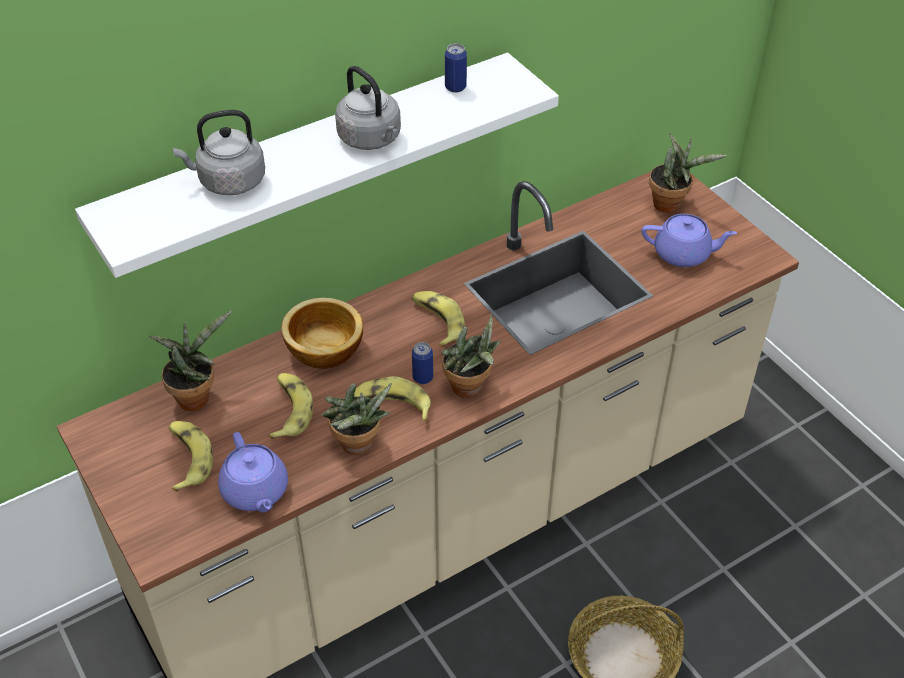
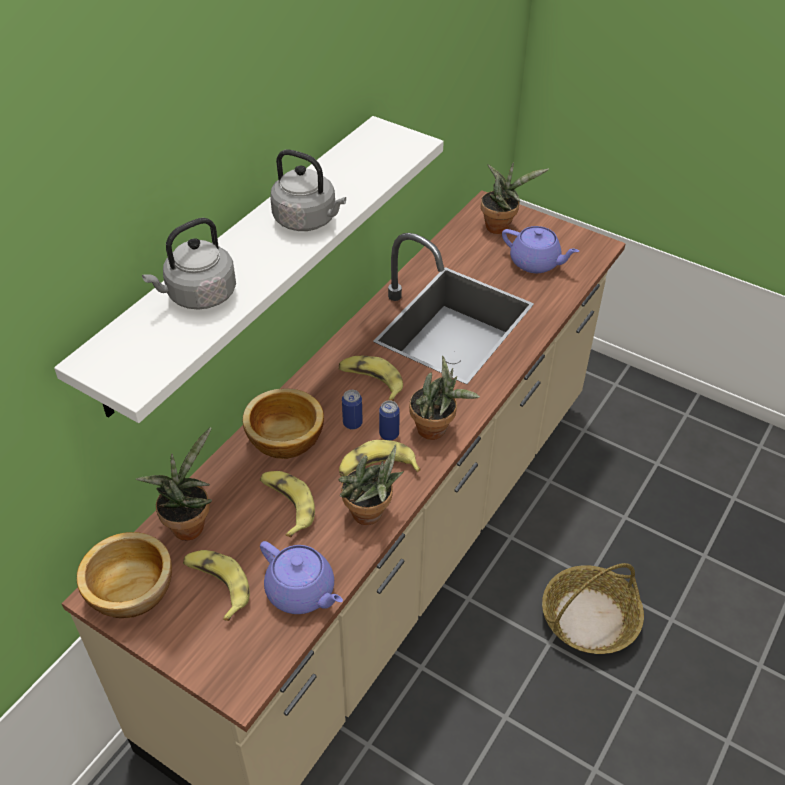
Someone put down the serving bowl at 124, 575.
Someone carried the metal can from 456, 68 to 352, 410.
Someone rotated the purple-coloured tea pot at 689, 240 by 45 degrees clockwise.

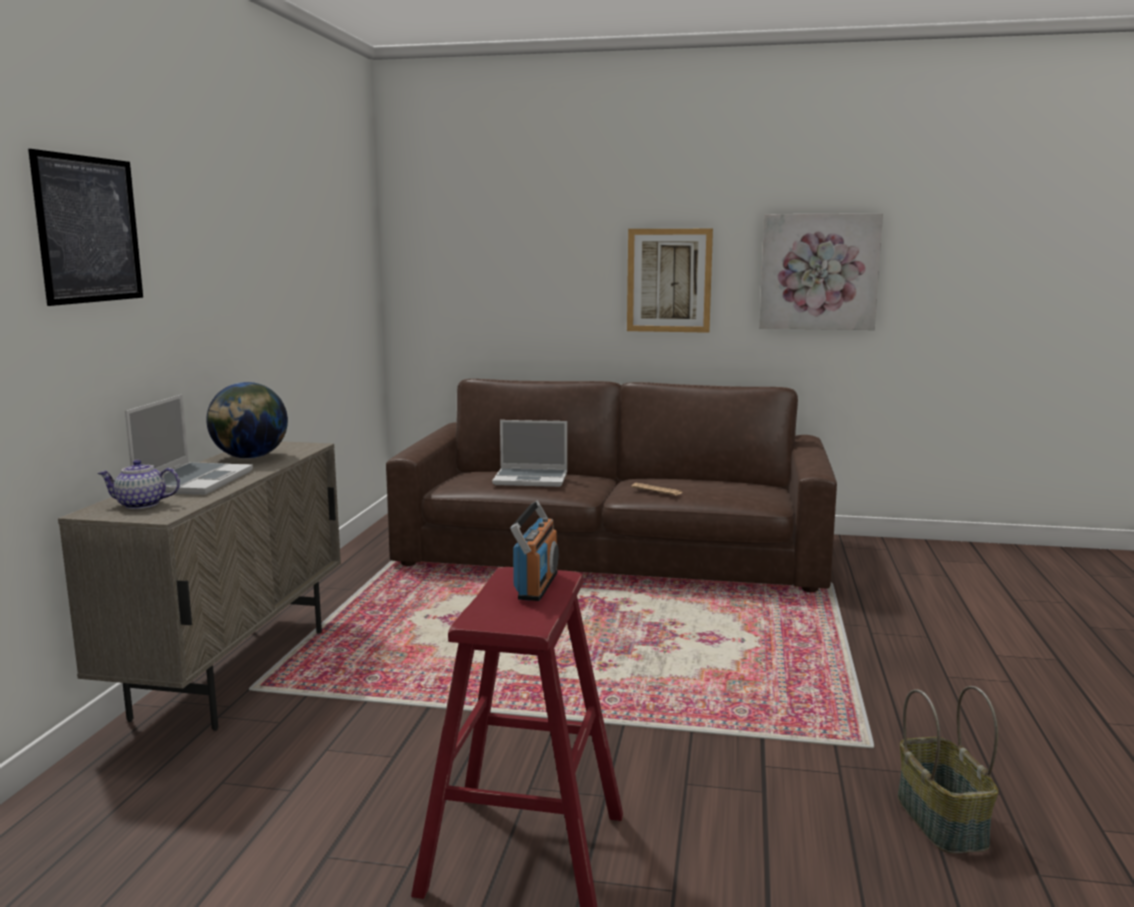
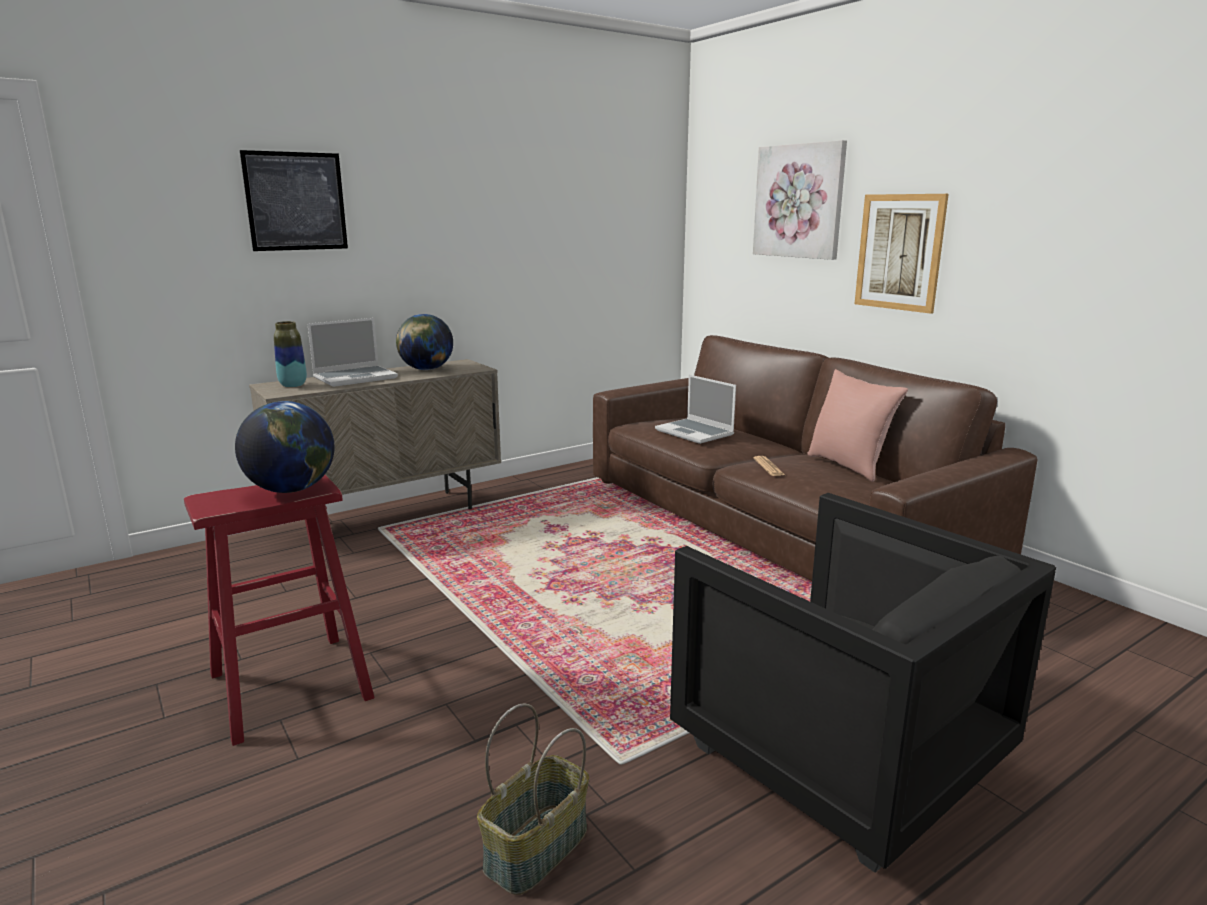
Someone swapped the radio receiver at 534, 551 for the world globe at 285, 447.
Someone swapped the tea pot at 139, 484 for the flower vase at 290, 354.
Someone put down the black armchair at 863, 682.
Someone carried the wall art from 821, 271 to 800, 200.
Someone put down the pinkish cushion at 857, 425.

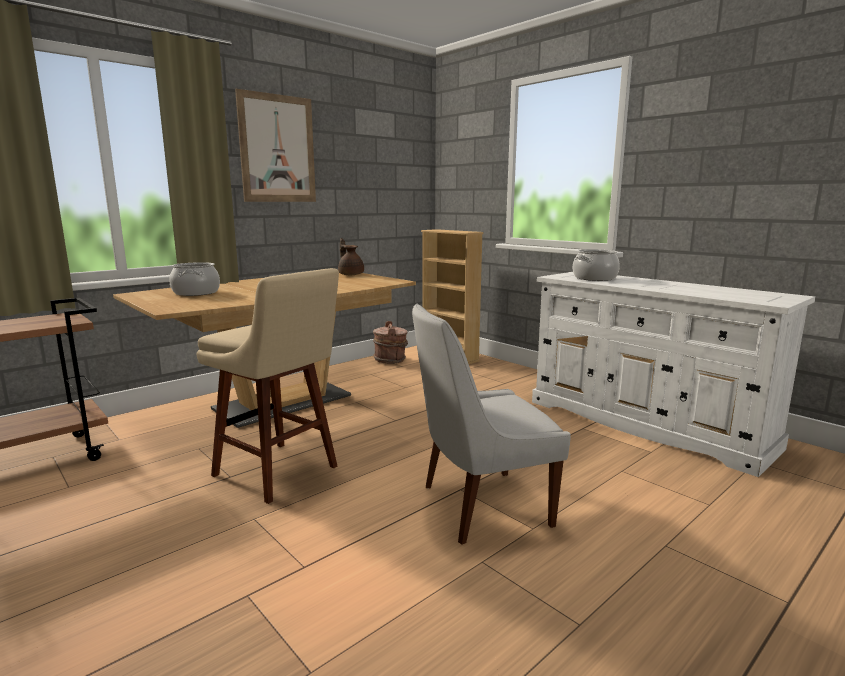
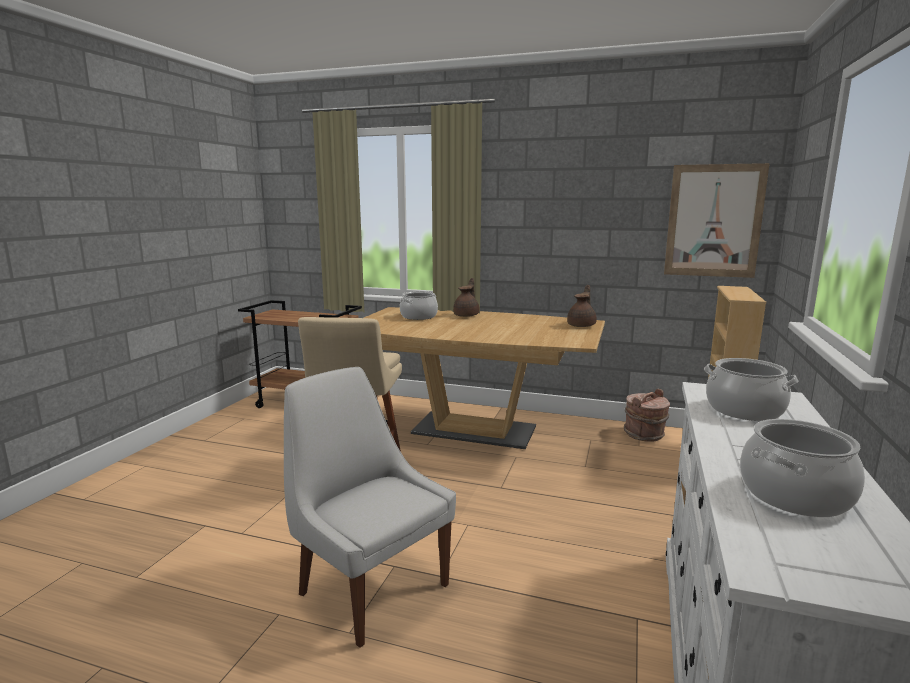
Someone put down the brown-coloured tea pot at 466, 297.
Someone carried the wall art from 275, 145 to 717, 220.
Someone put down the cooking pot at 802, 468.

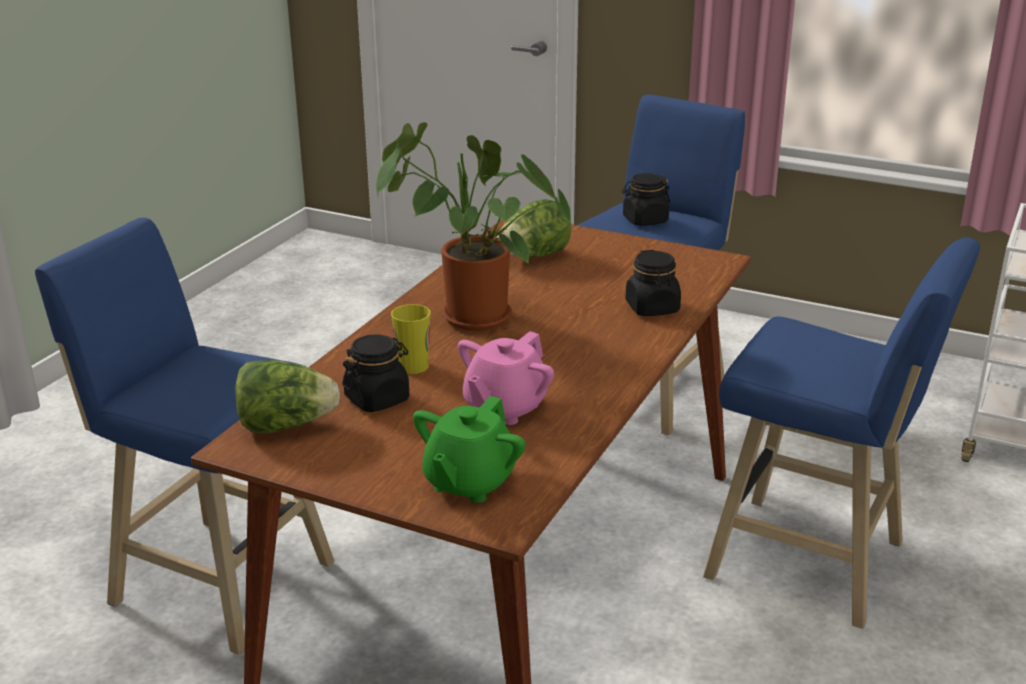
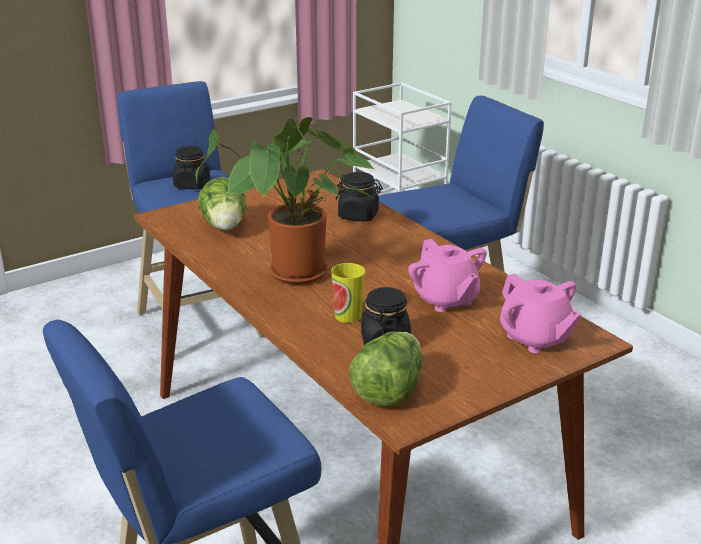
Someone repainted the greenish tea pot at 469, 449, which became the pinkish tea pot at 540, 313.

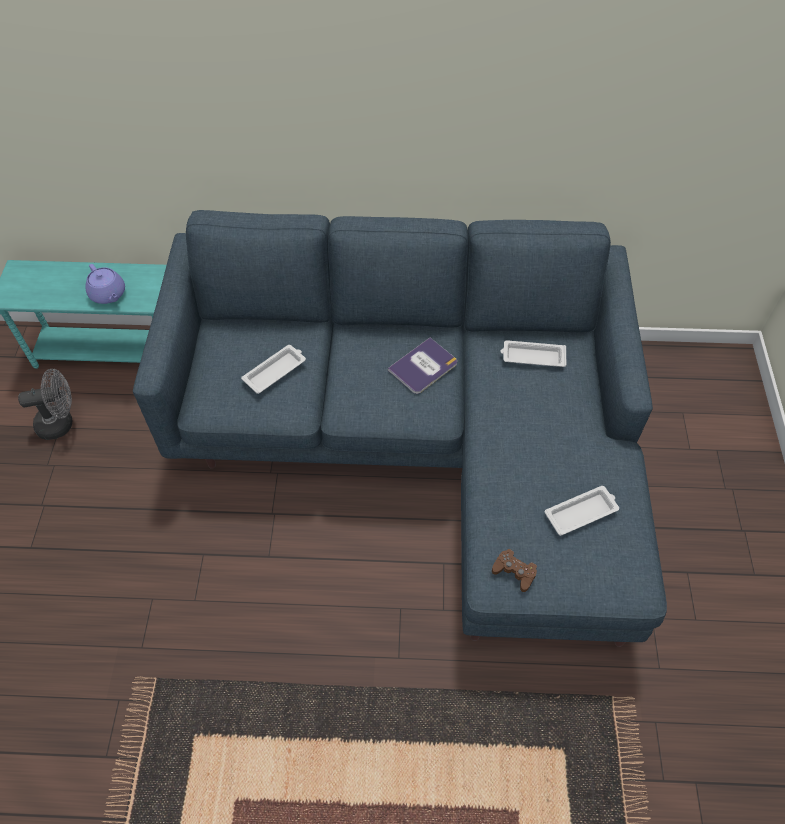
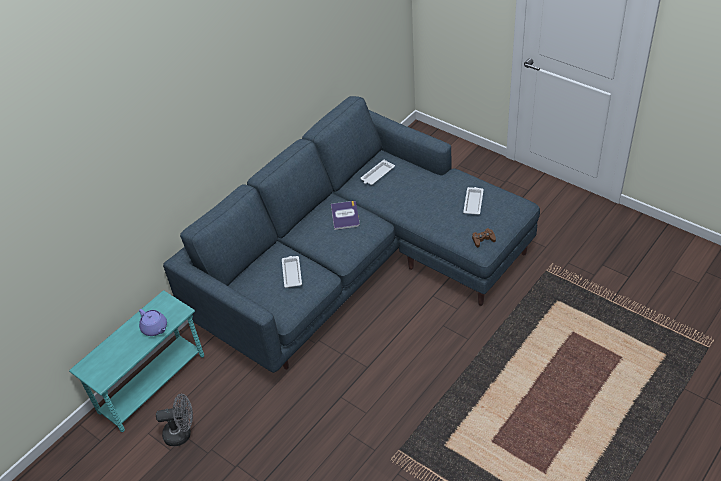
Someone rotated the purple-coloured tea pot at 105, 284 by 45 degrees clockwise.
Someone rotated the grey cooling fan at 45, 404 by 60 degrees clockwise.

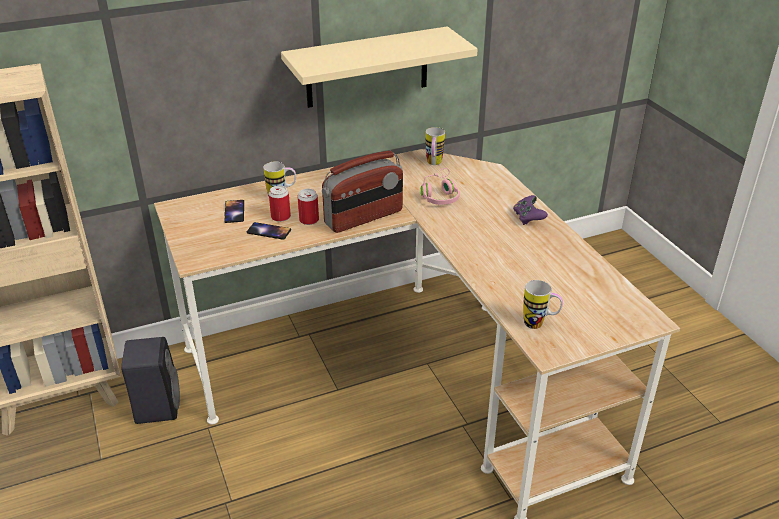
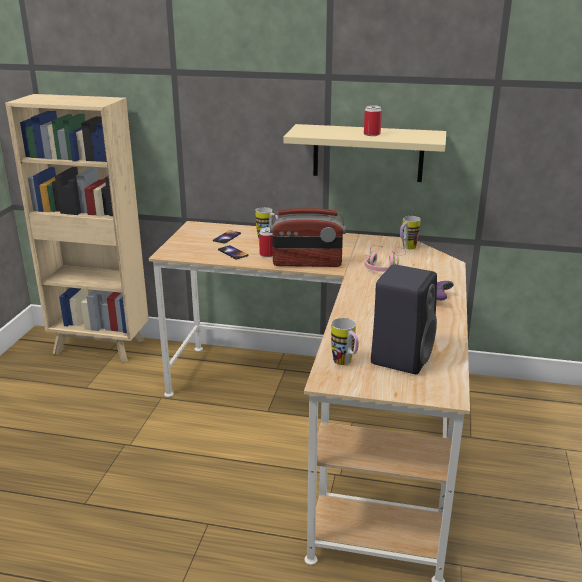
Someone carried the metal can from 280, 203 to 373, 120.
Someone carried the black audio speaker from 150, 380 to 404, 319.

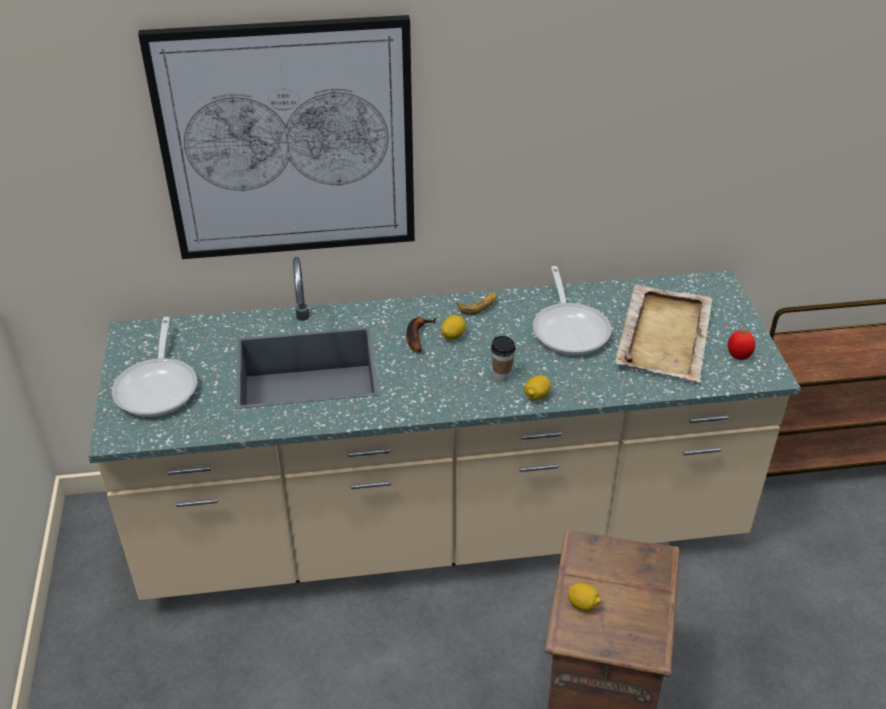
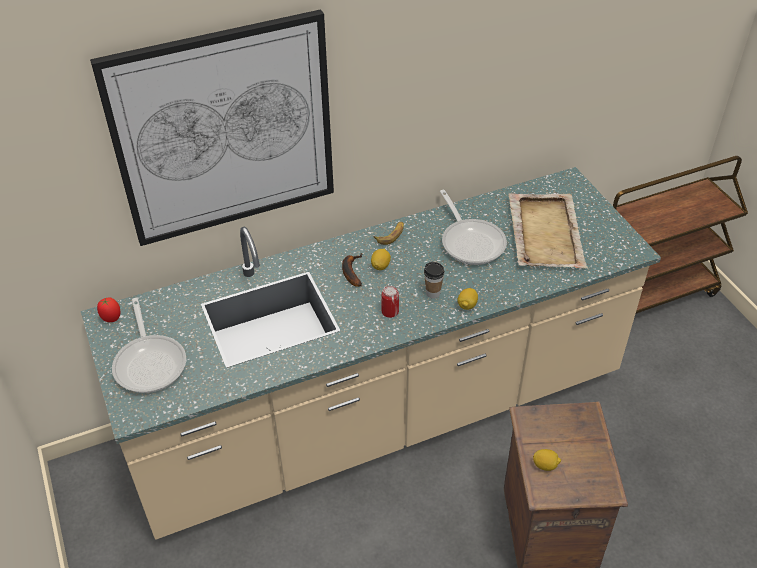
Someone carried the fresh tomato from 741, 345 to 109, 309.
Someone put down the metal can at 390, 302.

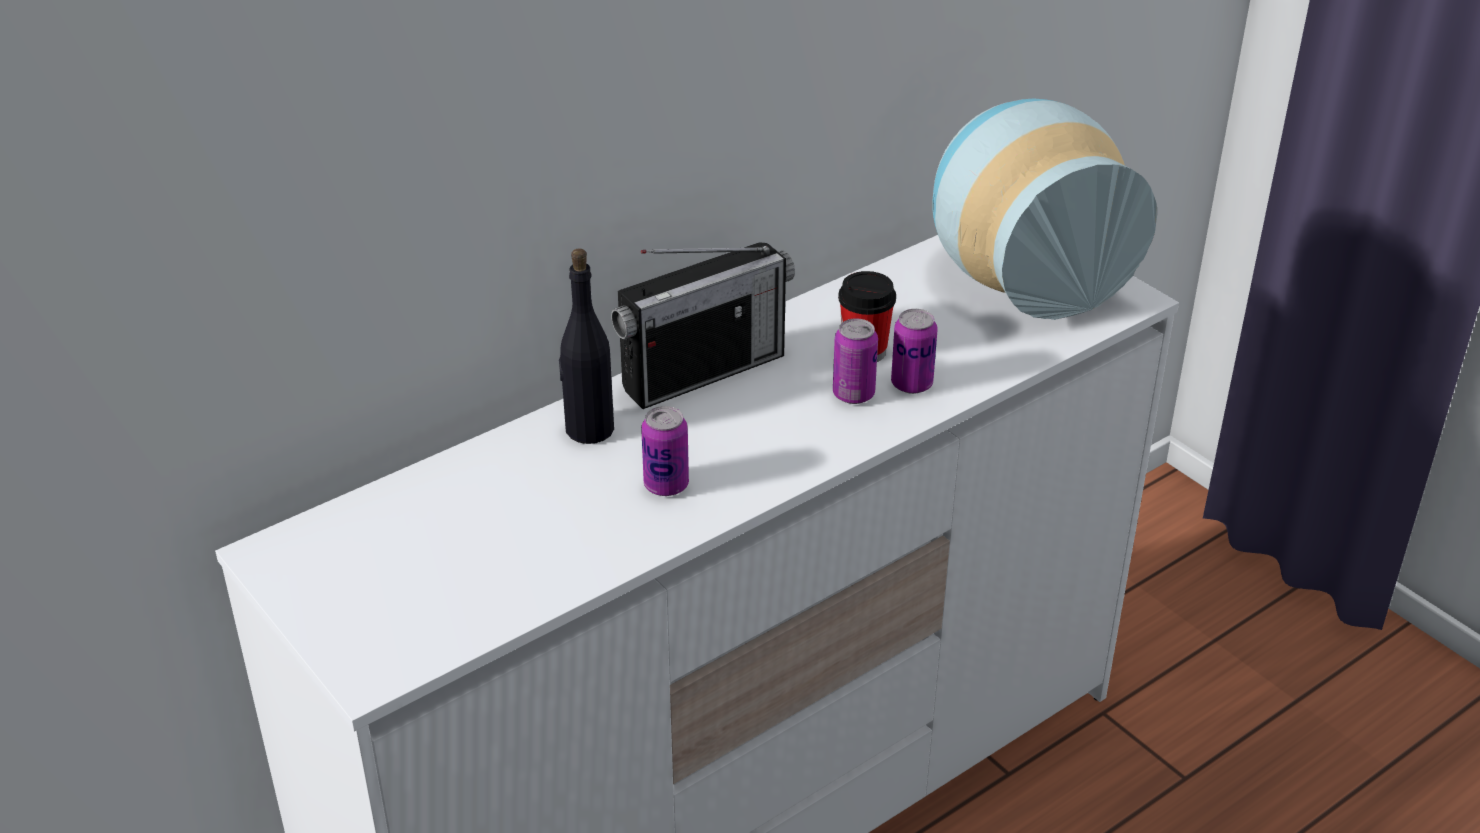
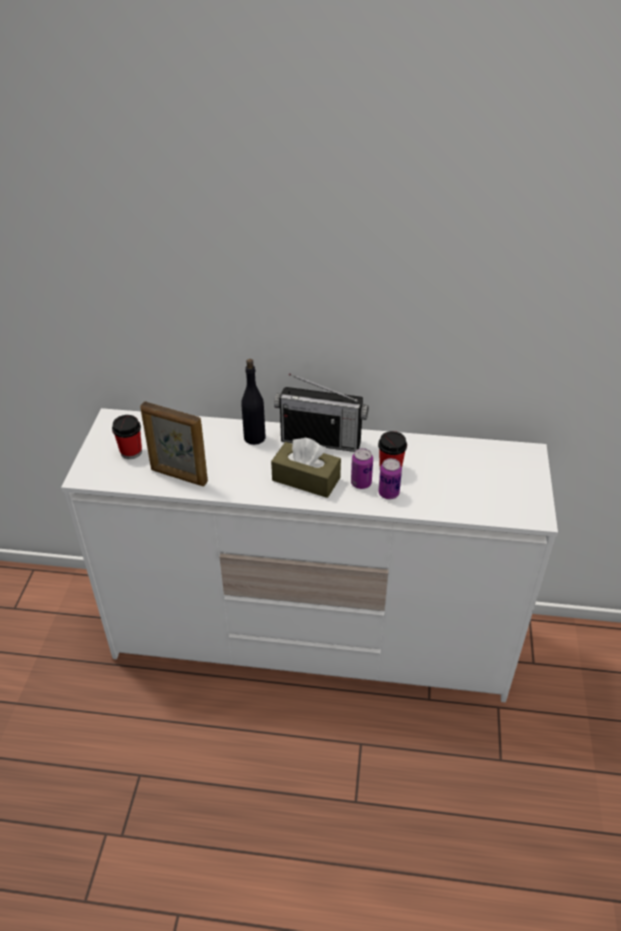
Someone put down the cup at 127, 437.
Someone put down the standing frame at 174, 443.
Someone put down the brown-coloured tissue box at 306, 468.
Someone took away the metal can at 665, 451.
Someone took away the flower vase at 1044, 209.

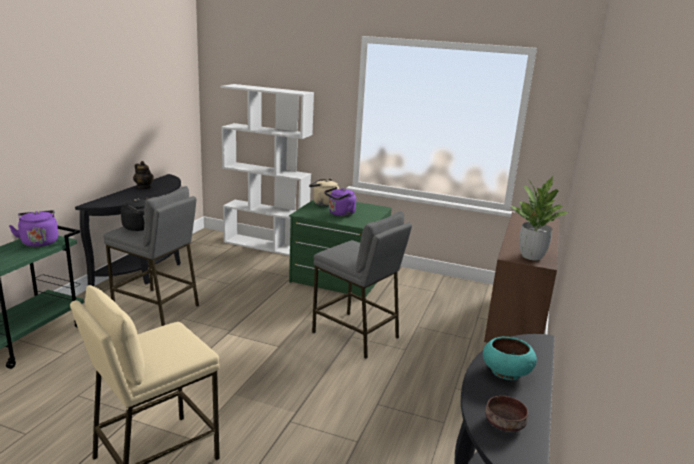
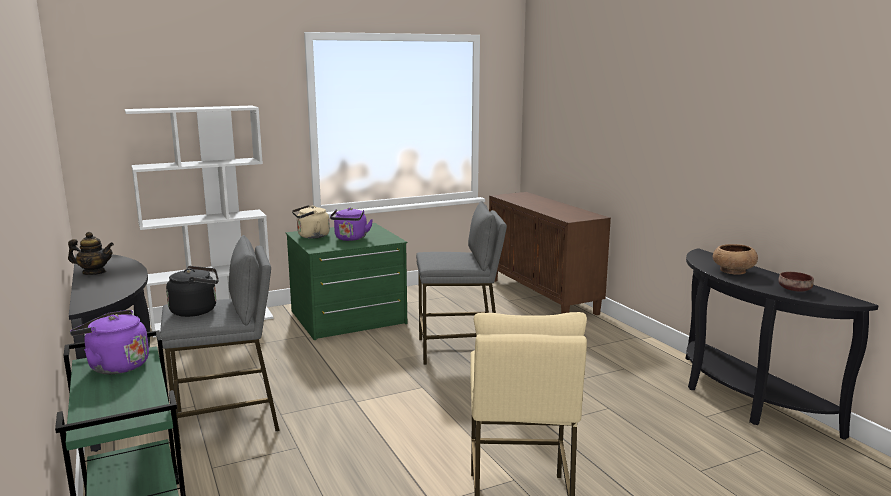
Someone repainted the blue-green serving bowl at 510, 358, which became the brown-coloured serving bowl at 735, 259.
Someone took away the houseplant at 539, 218.

